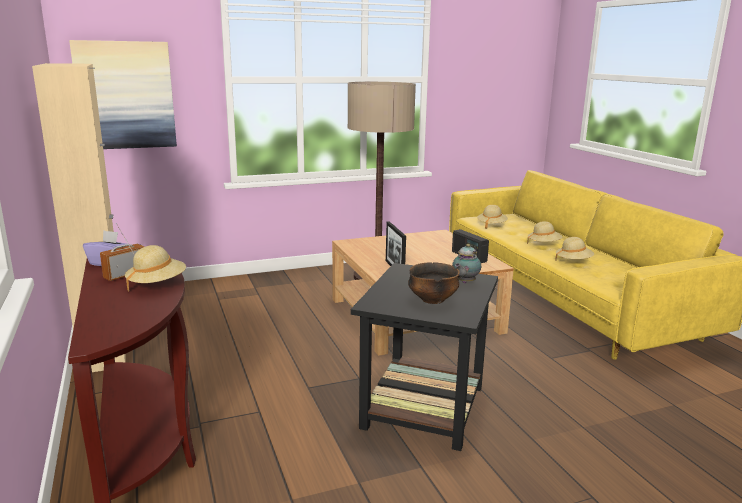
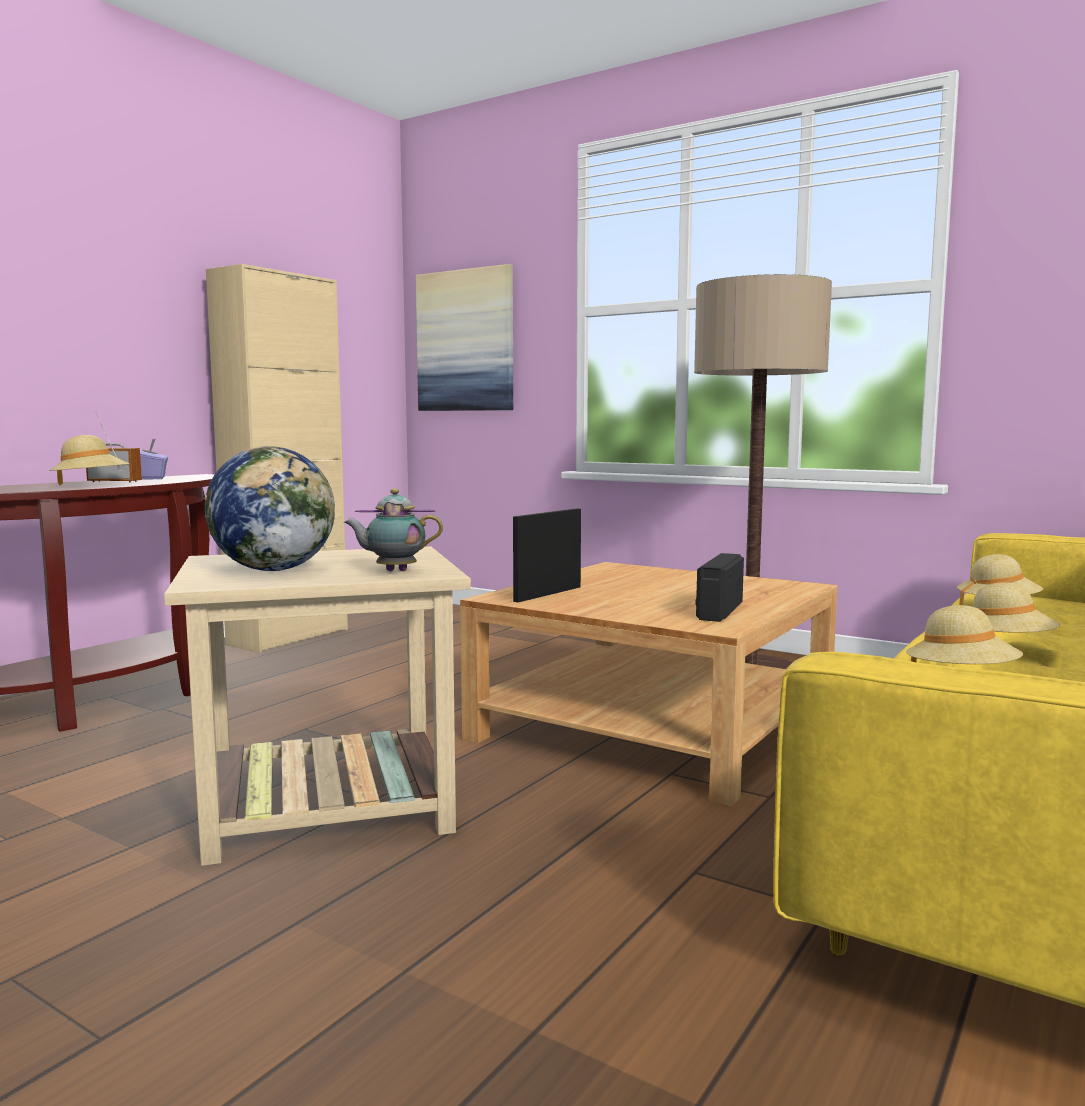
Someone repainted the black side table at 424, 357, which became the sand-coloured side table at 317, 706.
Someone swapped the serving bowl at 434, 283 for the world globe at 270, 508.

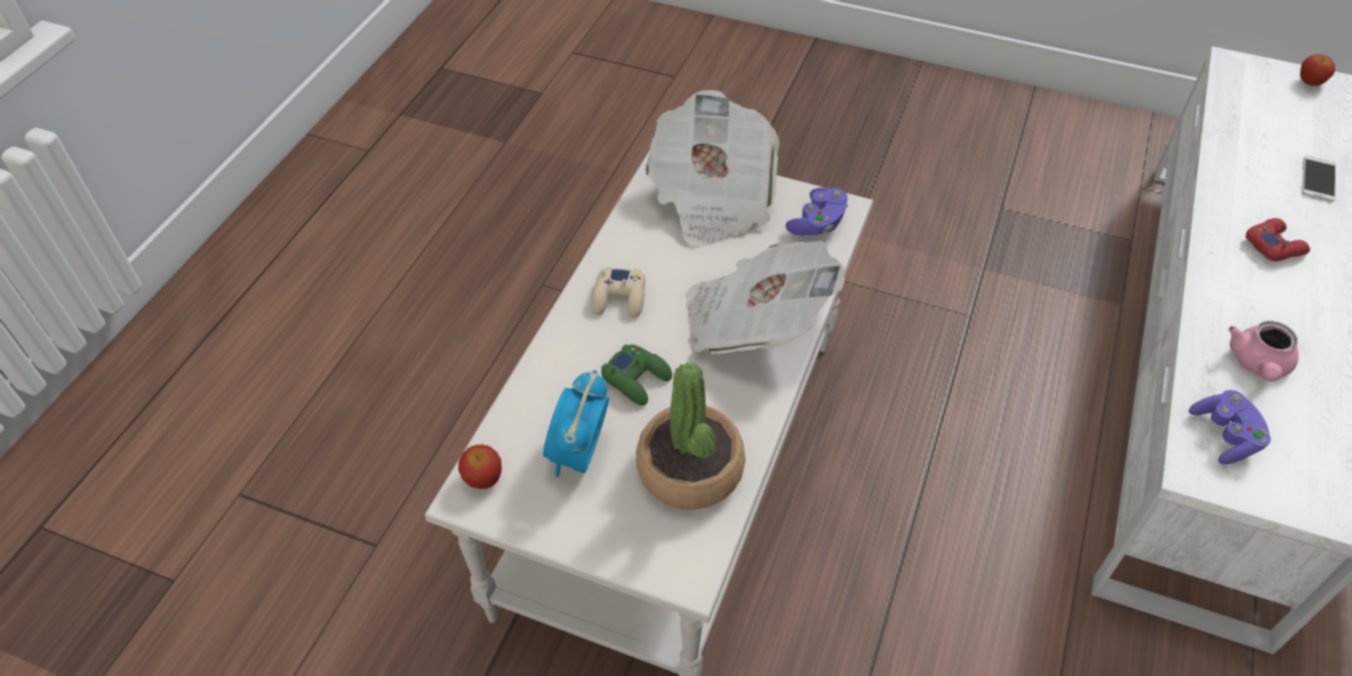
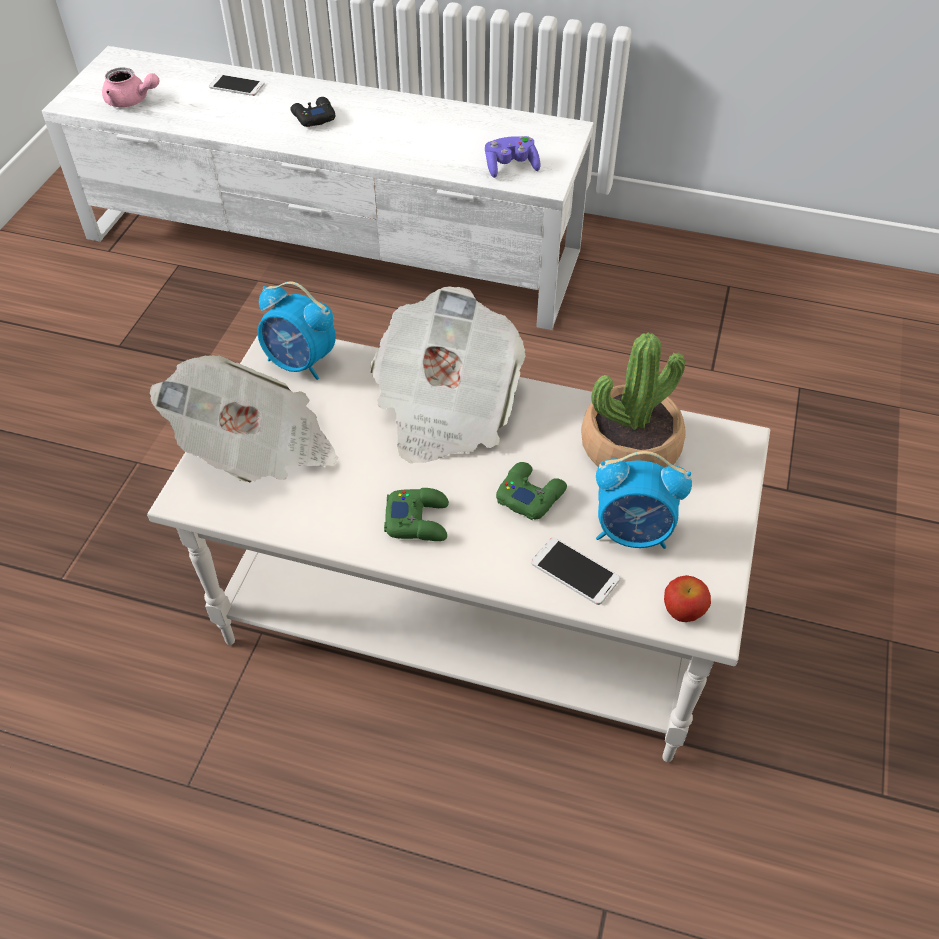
Someone carried the pinkish tea pot from 1263, 351 to 130, 87.
Someone swapped the purple-coloured game controller at 816, 211 for the bedside clock at 296, 331.
Someone repainted the red game controller at 1277, 239, which became the black game controller at 313, 112.
Someone repainted the sand-coloured game controller at 618, 292, which became the greenish game controller at 416, 514.
Someone put down the phone at 575, 571.
Someone took away the apple at 1317, 70.

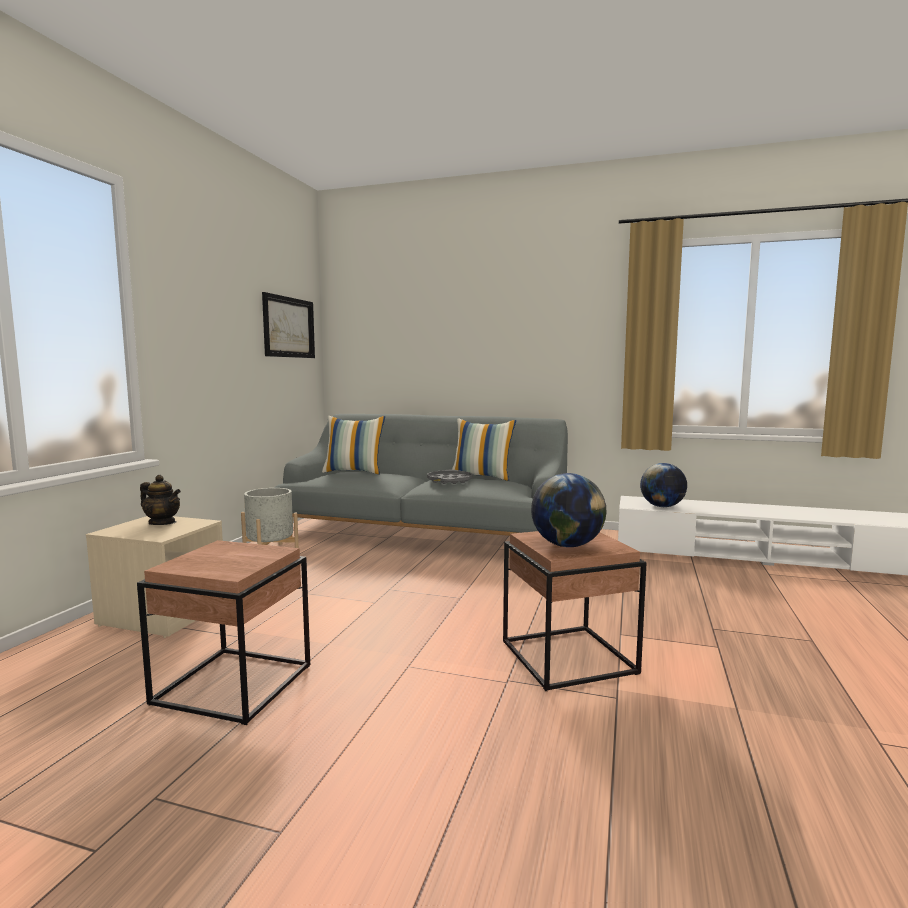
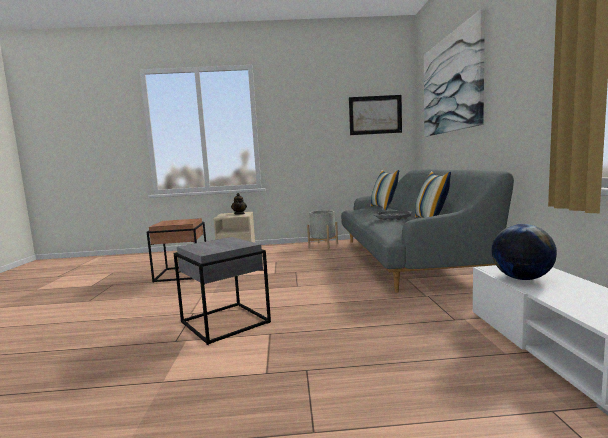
Someone repainted the brown-coloured side table at 575, 611, which became the grey side table at 222, 291.
Someone put up the wall art at 454, 73.
Someone took away the world globe at 569, 510.

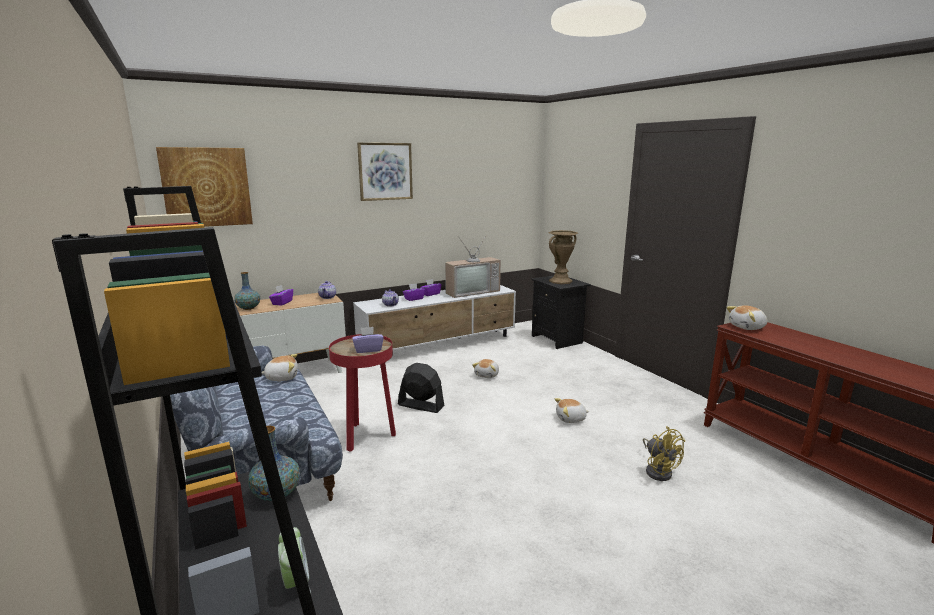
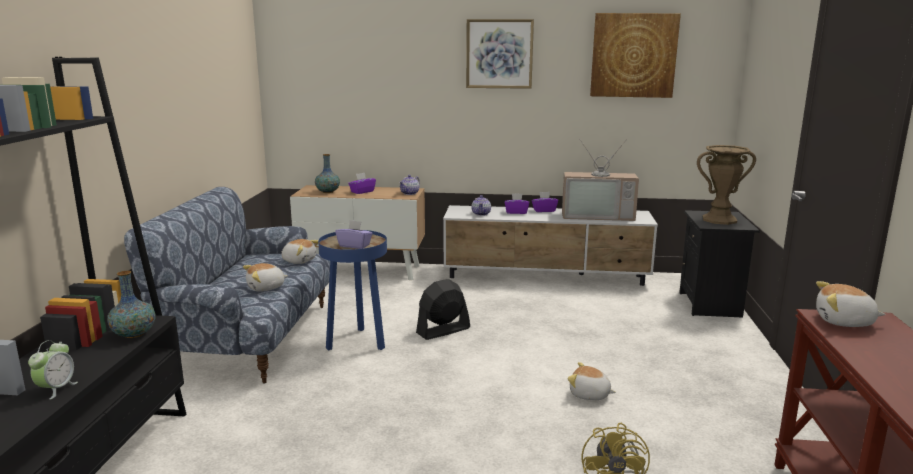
Someone carried the soft toy from 485, 368 to 265, 277.
Someone repainted the red side table at 362, 392, which became the bluish side table at 352, 290.
Someone rotated the black cooling fan at 421, 388 by 90 degrees counterclockwise.
Someone carried the wall art from 204, 187 to 635, 55.

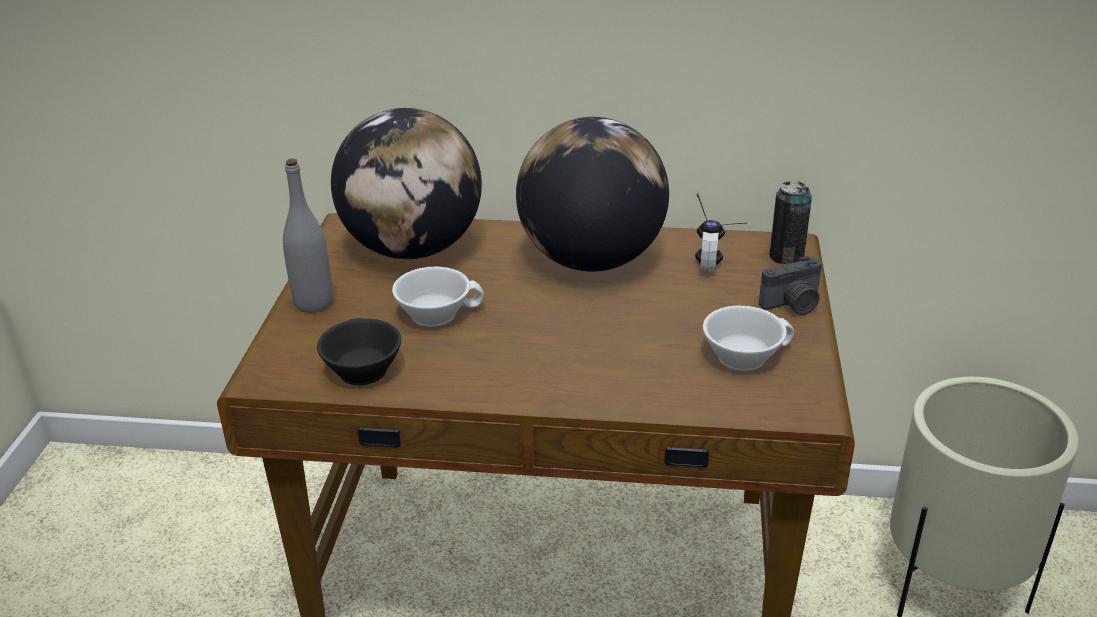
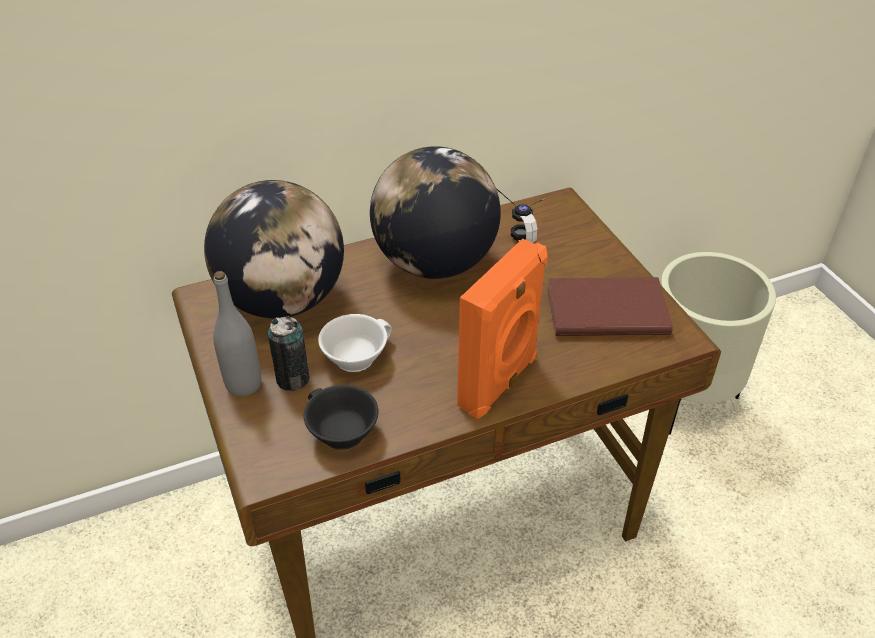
Someone carried the metal can from 790, 222 to 289, 353.
Someone put down the orange-coloured audio speaker at 502, 329.
Someone swapped the whitish cup at 748, 338 for the brown-coloured volume at 610, 306.
Someone took away the photo camera at 790, 285.

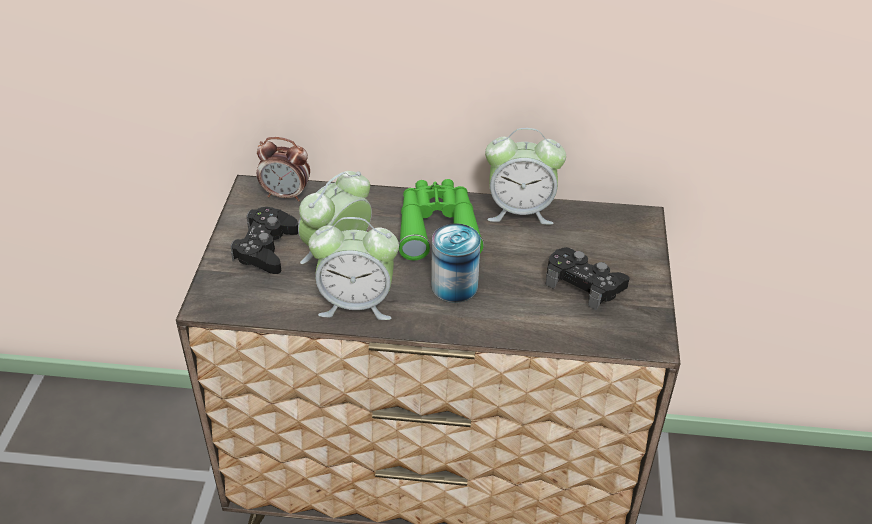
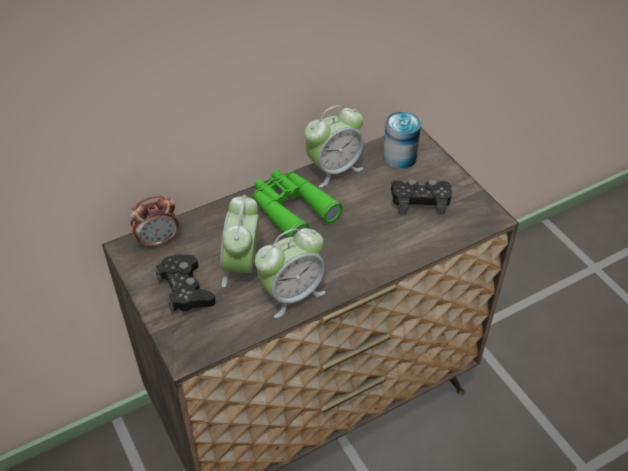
Someone carried the metal can from 456, 263 to 402, 140.

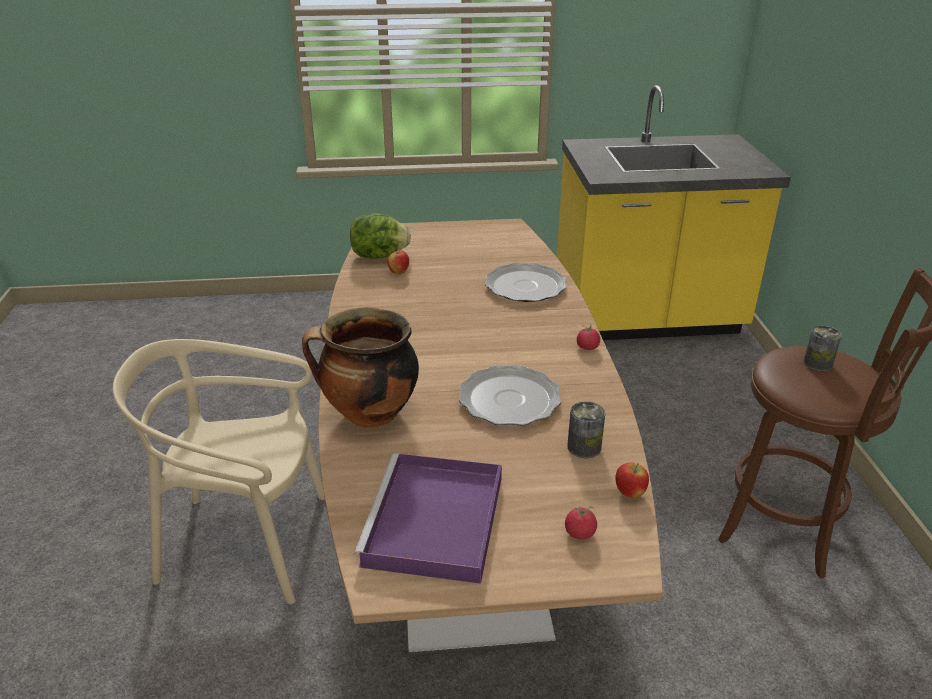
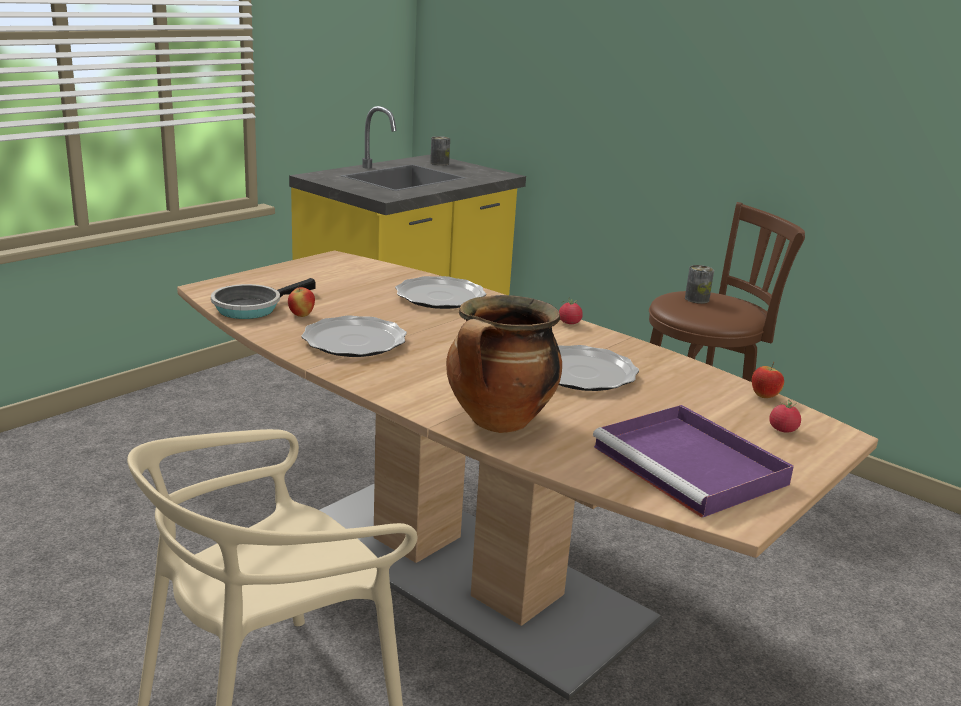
Someone swapped the lettuce head at 380, 236 for the frying pan at 263, 298.
Someone put down the flat dish at 354, 336.
Someone carried the metal can from 586, 429 to 440, 150.

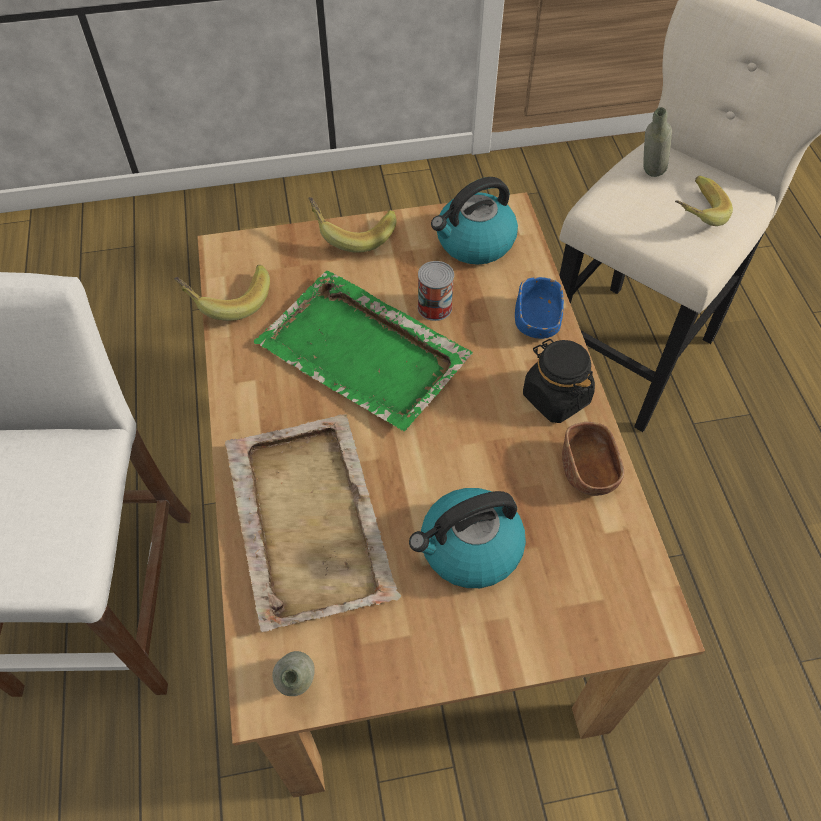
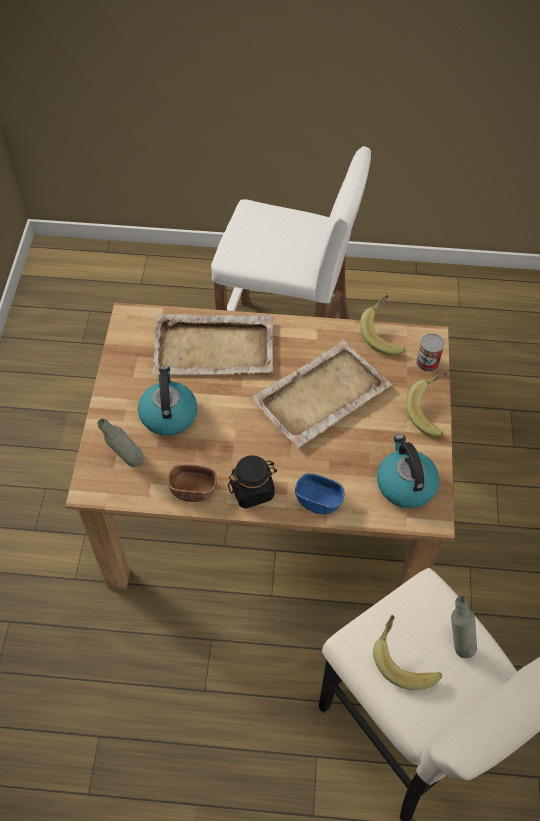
Someone carried the grey bottle from 293, 673 to 120, 442.
Someone repainted the greenish carrying tray at 363, 351, which became the sand-coloured carrying tray at 321, 394.
Someone carried the metal can from 436, 291 to 430, 352.

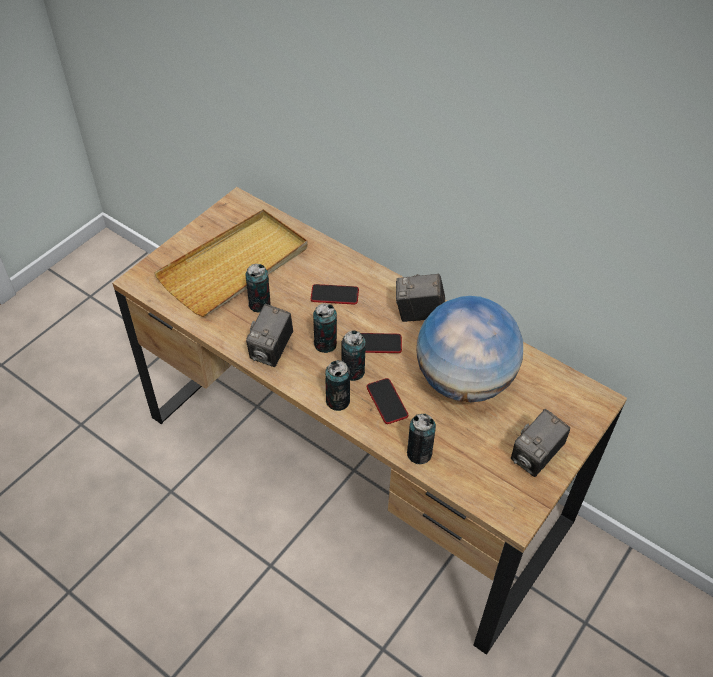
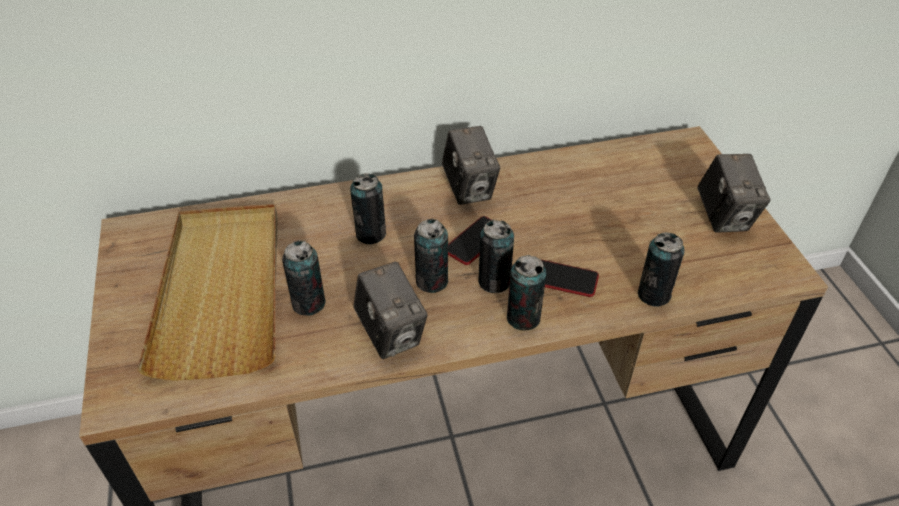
Someone swapped the phone at 335, 294 for the metal can at 368, 208.
Someone rotated the photo camera at 420, 298 by 60 degrees counterclockwise.
Someone took away the world globe at 469, 349.

